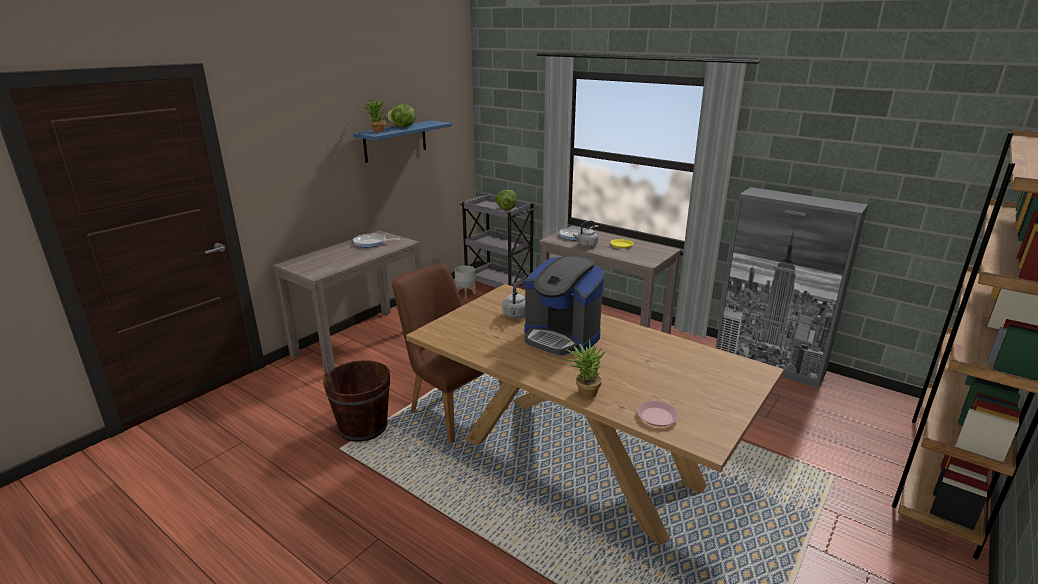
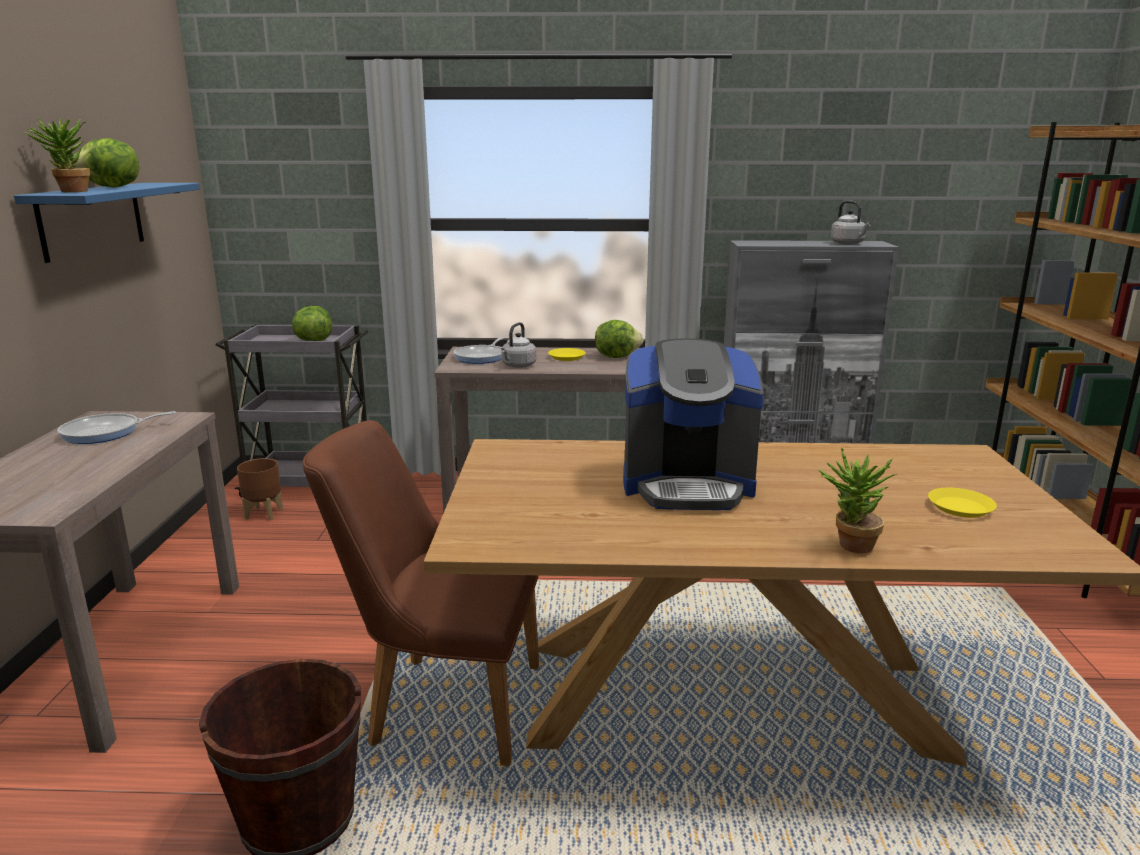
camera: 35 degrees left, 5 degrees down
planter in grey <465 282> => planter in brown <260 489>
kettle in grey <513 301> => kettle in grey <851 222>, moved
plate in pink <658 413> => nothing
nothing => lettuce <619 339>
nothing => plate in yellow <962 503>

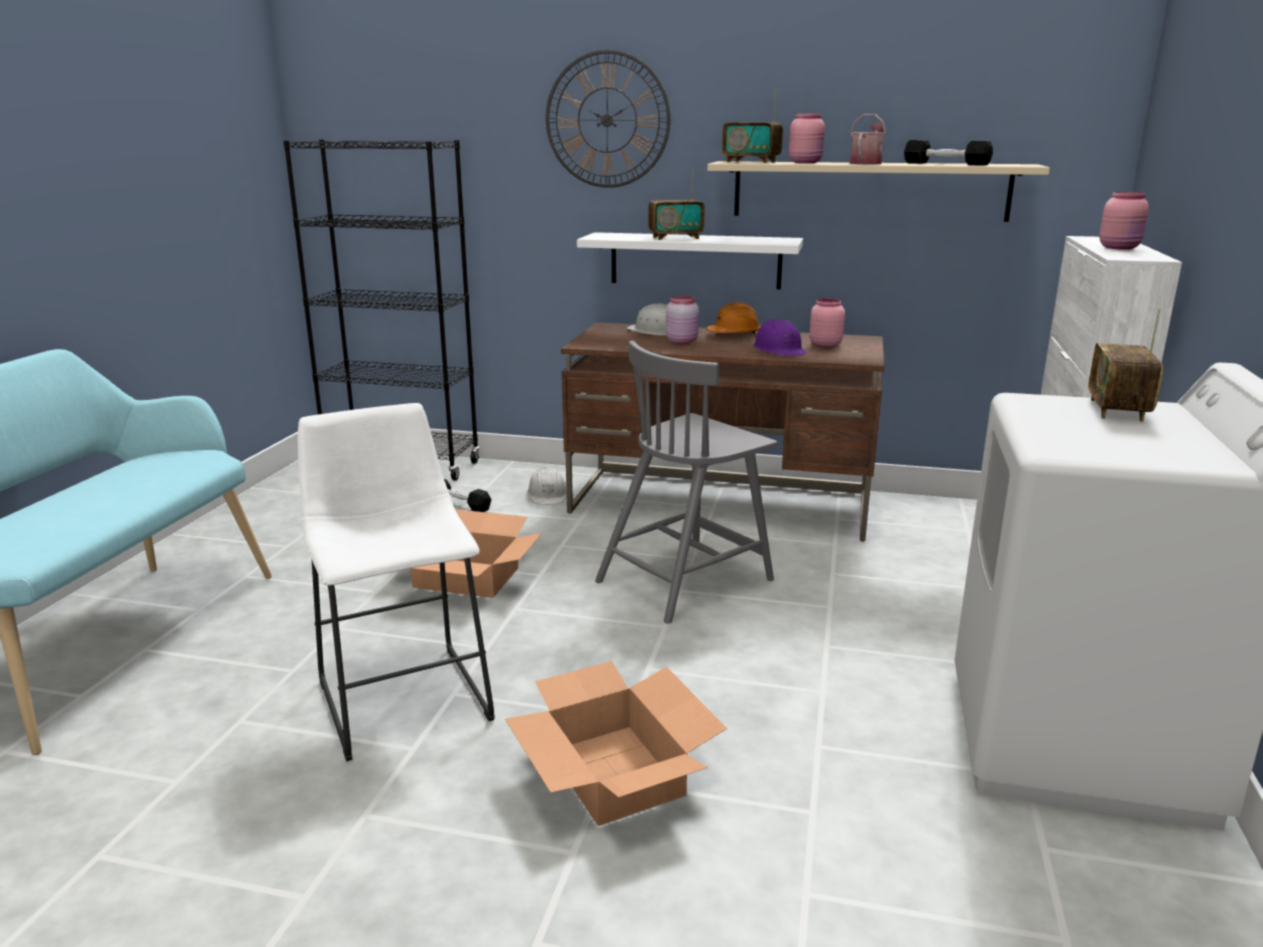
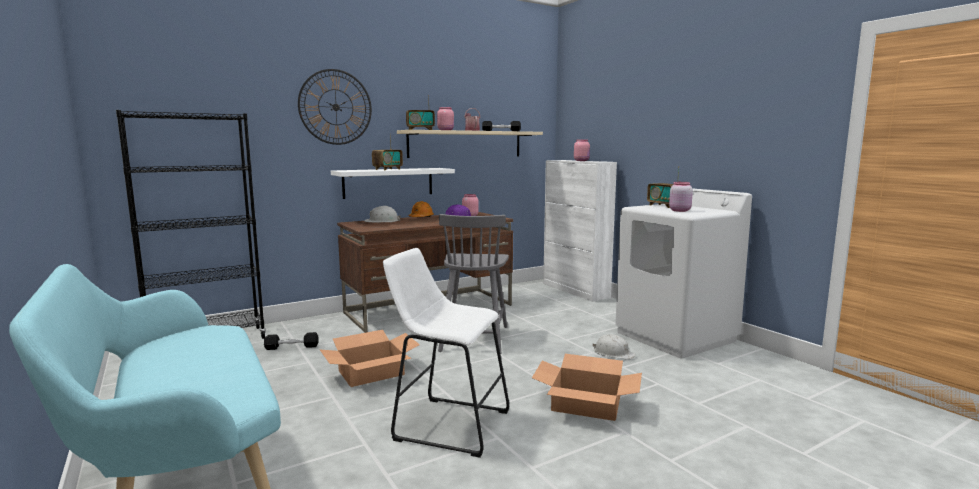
camera: 45 degrees left, 10 degrees down
jar in pink <682 320> => jar in pink <681 197>, moved
hard hat in white <547 486> => hard hat in white <614 347>, moved

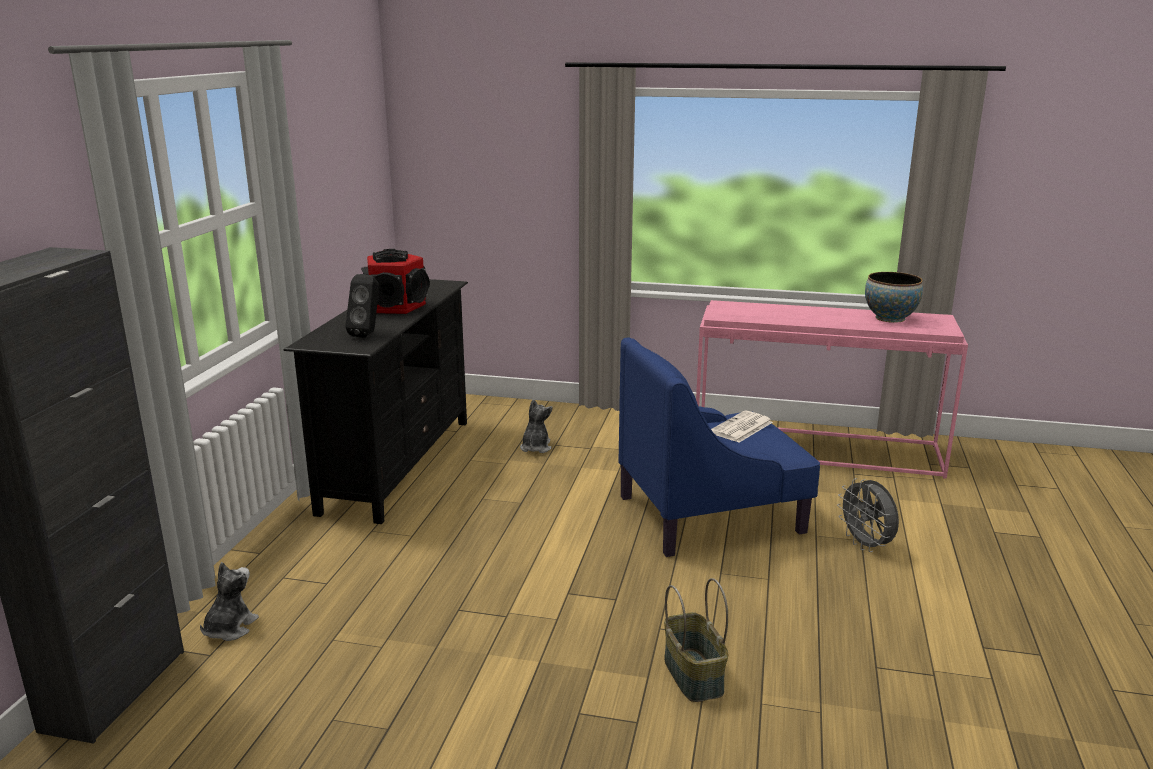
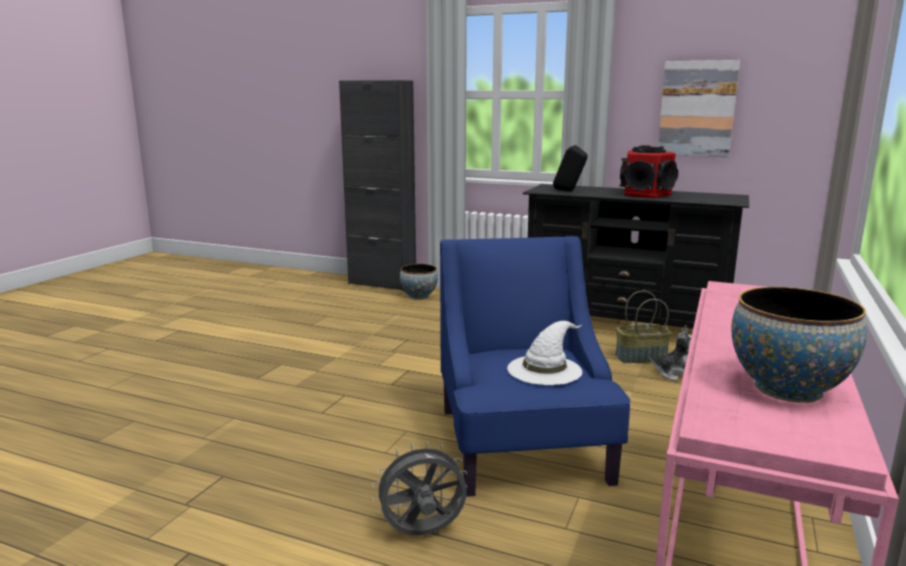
camera: 100 degrees right, 5 degrees down
newspaper <742 427> => hat in white <544 353>
plush toy <229 601> => bowl <419 282>
basket <696 640> => basket <643 327>, moved
nothing => picture <699 108>

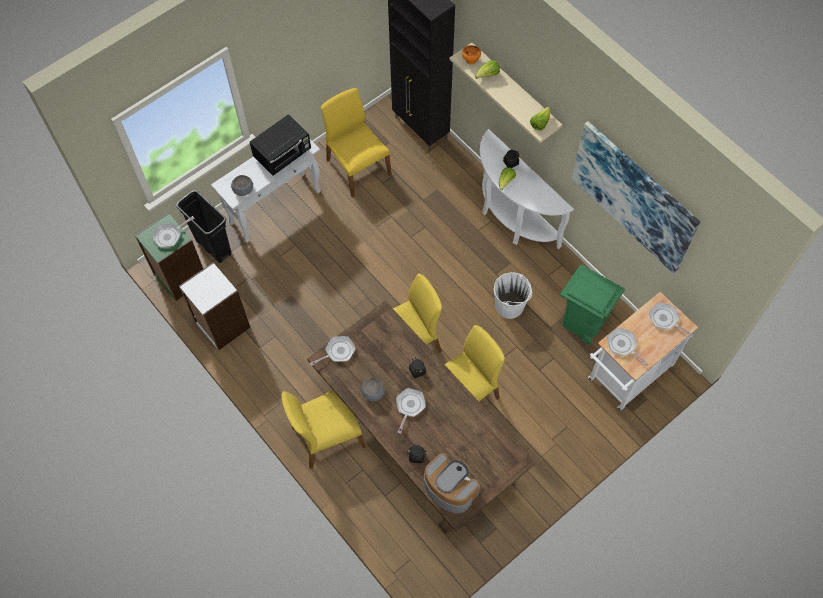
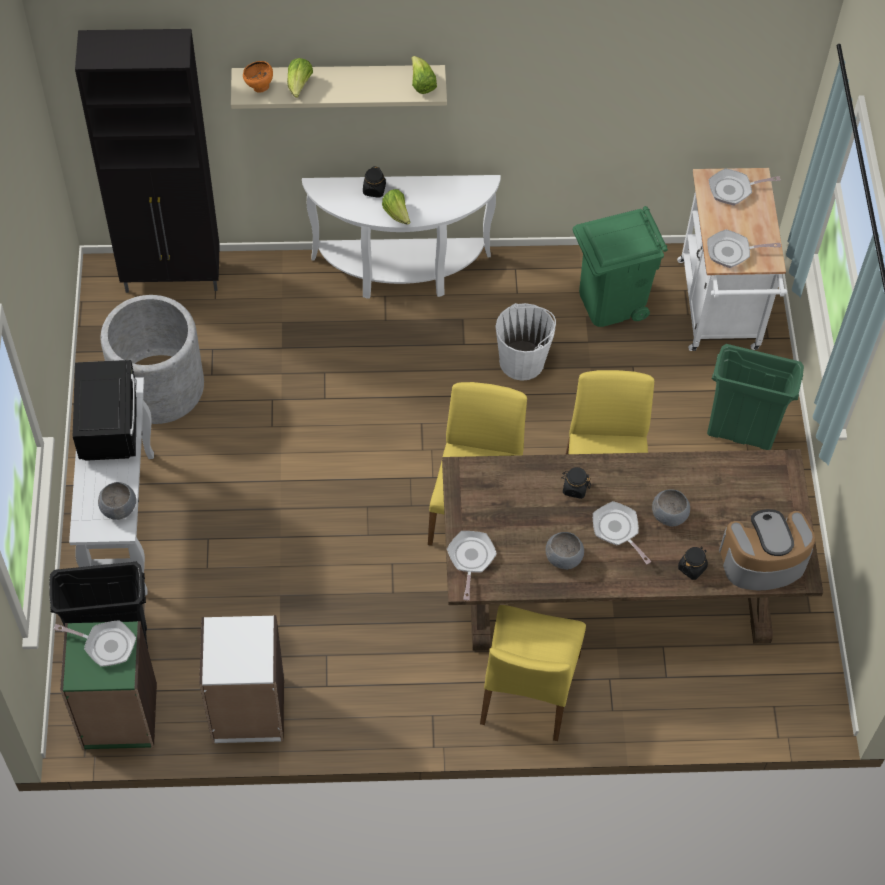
camera: 55 degrees left, 5 degrees down
chair in yellow <356 142> => planter in grey <152 359>
picture <636 197> => nothing
frying pan <173 231> => frying pan <95 643>, 75 degrees counterclockwise
nothing => trash can in green <755 397>
nothing => bowl in grey <671 508>

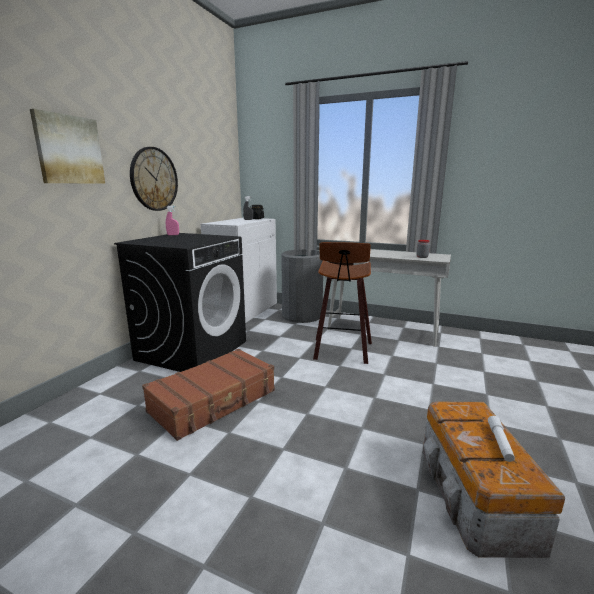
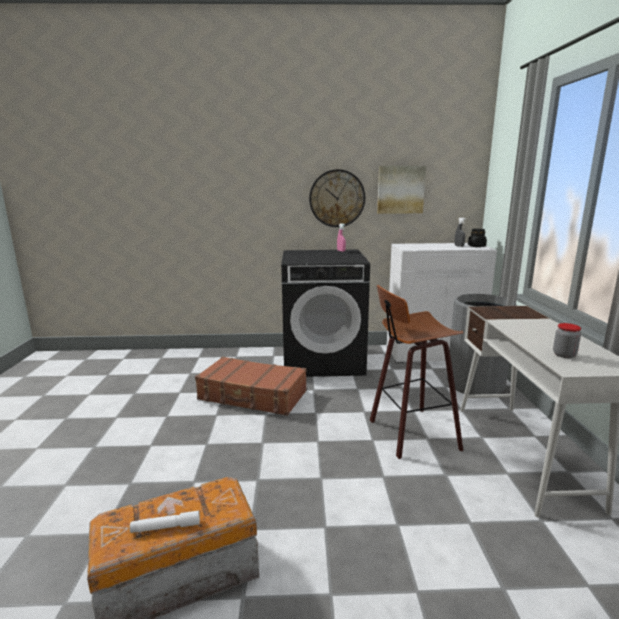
camera: 65 degrees right, 0 degrees up
picture <67 146> => picture <401 190>, moved

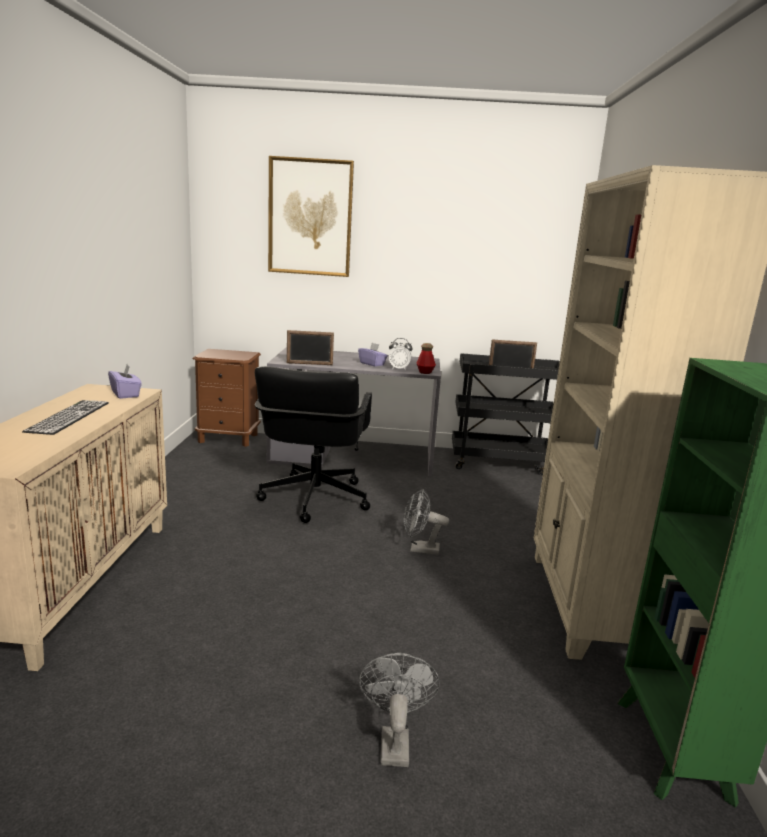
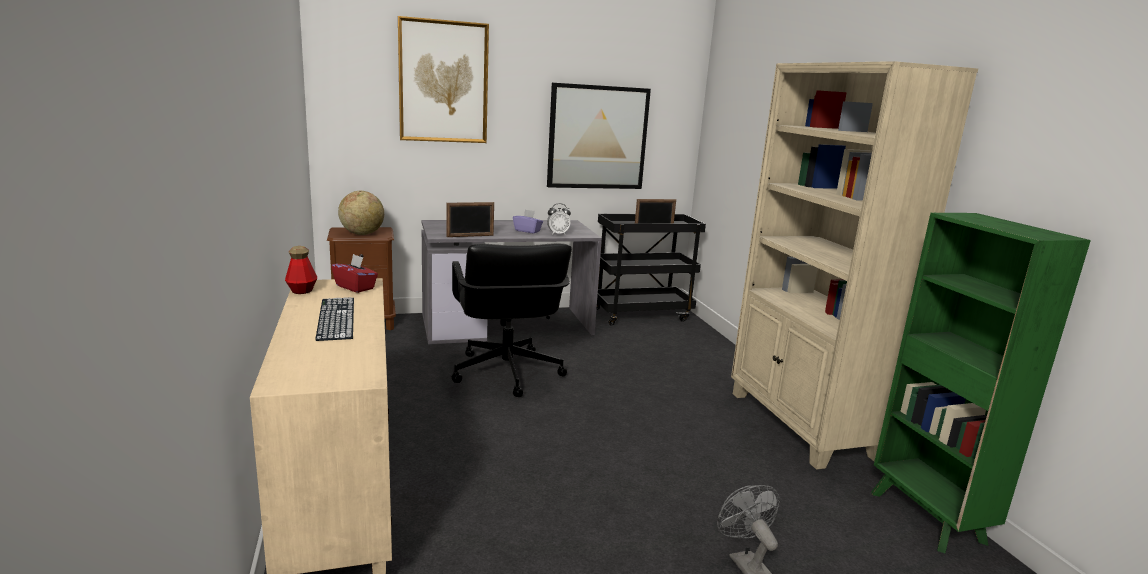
camera: 20 degrees left, 0 degrees up
bottle <426 358> => bottle <301 270>, moved
tissue box in purple <125 382> => tissue box in red <354 273>
fan in grey <426 522> => nothing
nothing => picture <599 136>
nothing => globe <361 213>

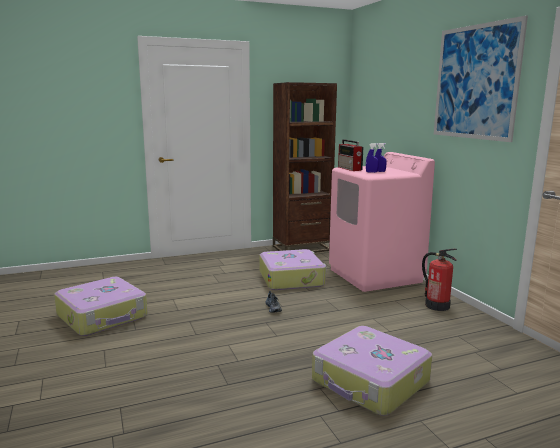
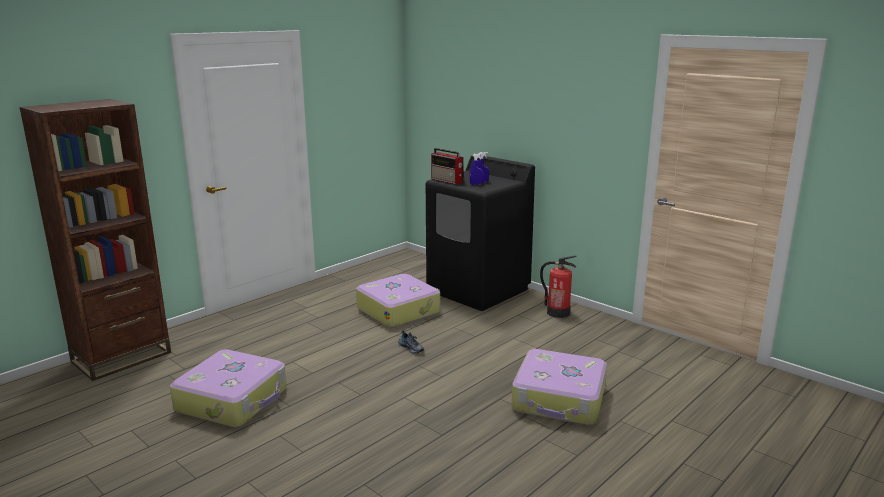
camera: 25 degrees left, 5 degrees up
picture <481 78> => nothing
bookcase in brown <305 167> => bookcase in brown <95 240>, moved
washing machine in pink <382 222> => washing machine in black <480 233>

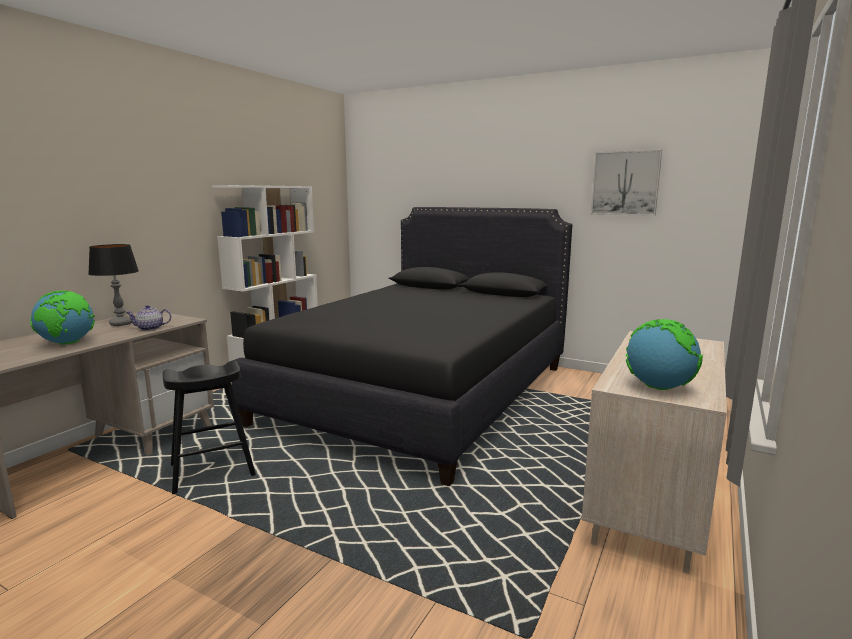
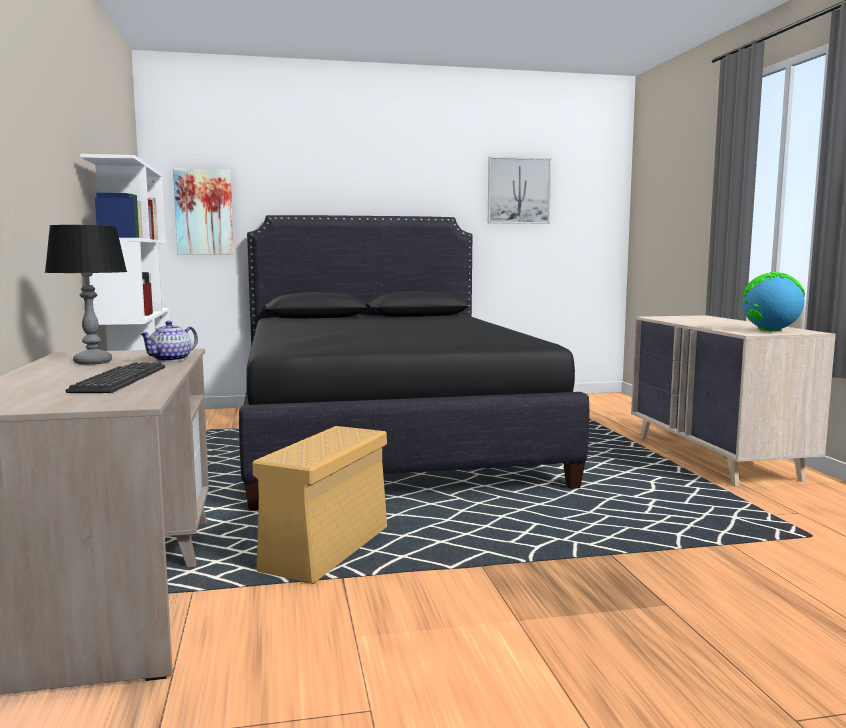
camera: 40 degrees left, 5 degrees down
globe <62 317> => keyboard <115 377>
stool in black <209 427> => storage box in beige <319 505>
nothing => picture <203 211>

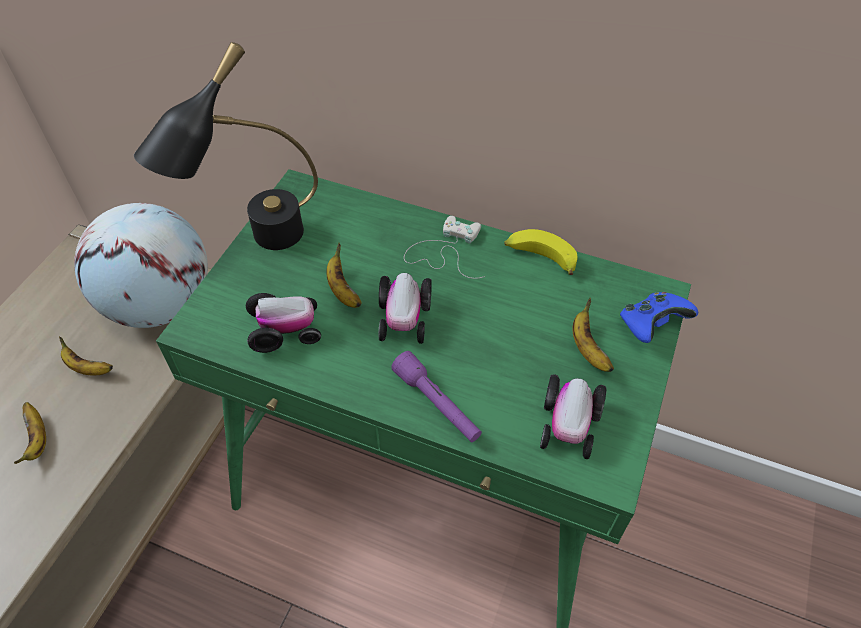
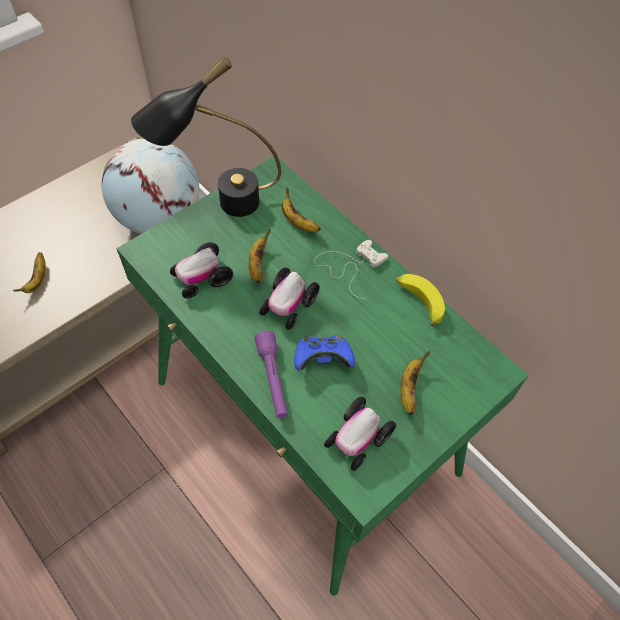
camera: 25 degrees right, 5 degrees up
game controller in blue <659 317> => game controller in blue <324 352>, moved
toy car <283 323> => toy car <201 270>, 135 degrees clockwise
banana <86 356> => banana <301 210>, moved

